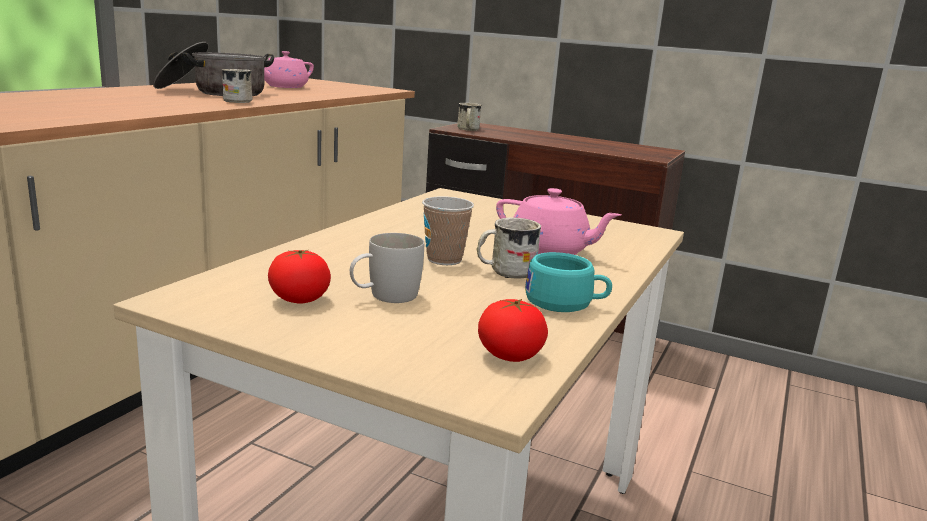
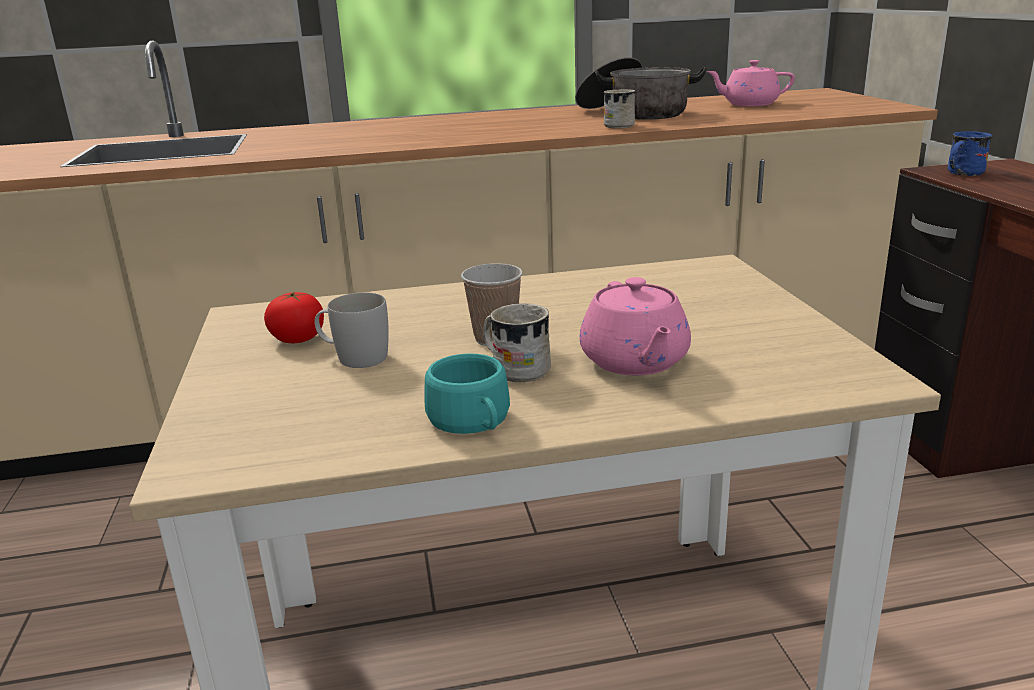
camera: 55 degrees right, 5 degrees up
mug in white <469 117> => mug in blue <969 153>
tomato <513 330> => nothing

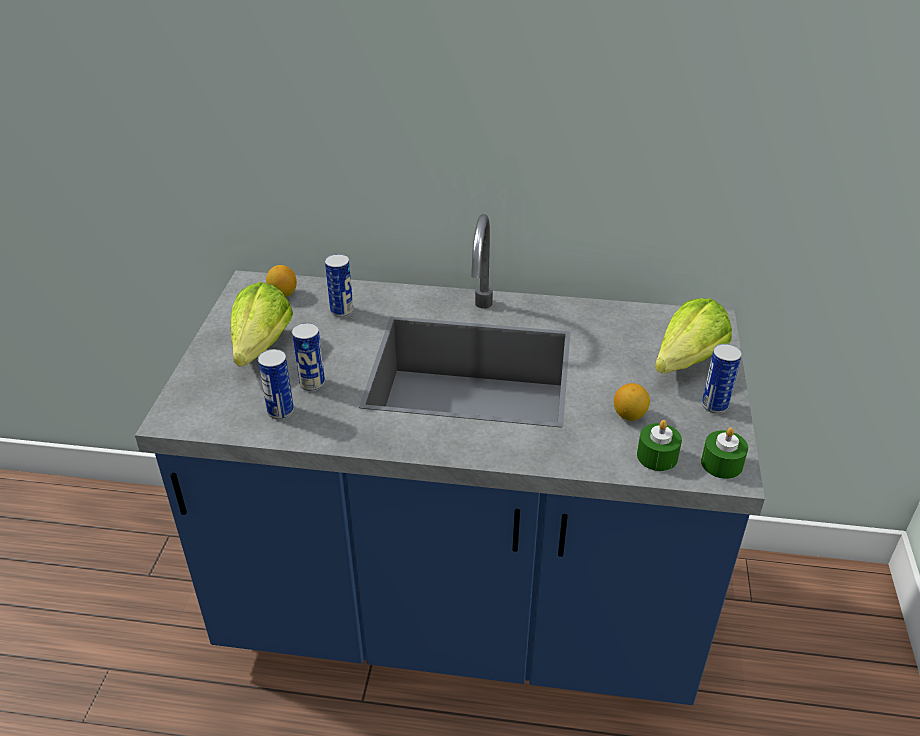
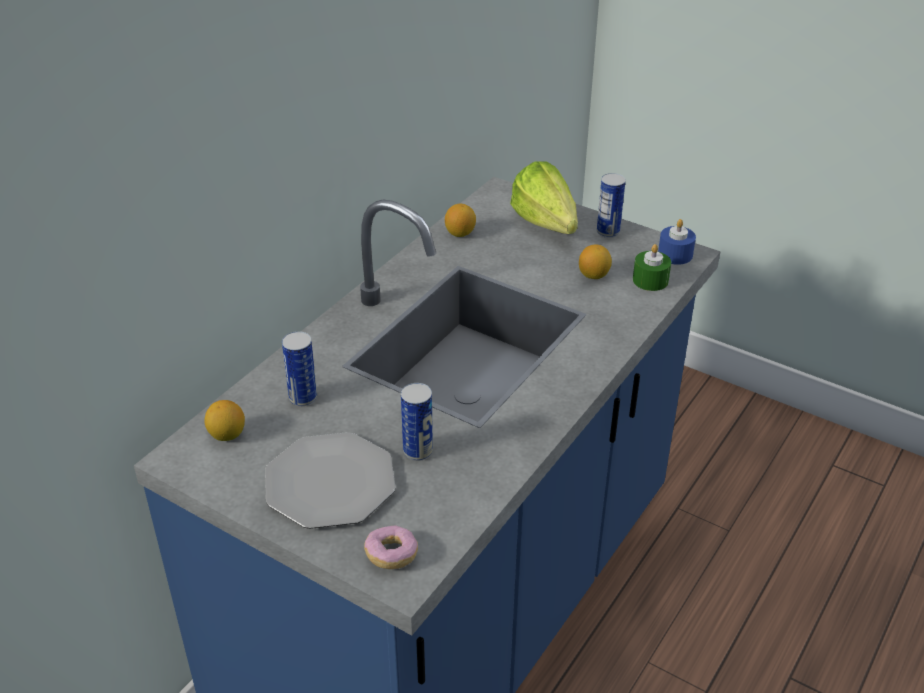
camera: 65 degrees left, 0 degrees up
lettuce <262 324> => plate <330 480>
can <276 384> => nothing
candle in green <724 453> => candle in blue <677 242>
nothing => lemon <460 220>
nothing => donut <391 547>

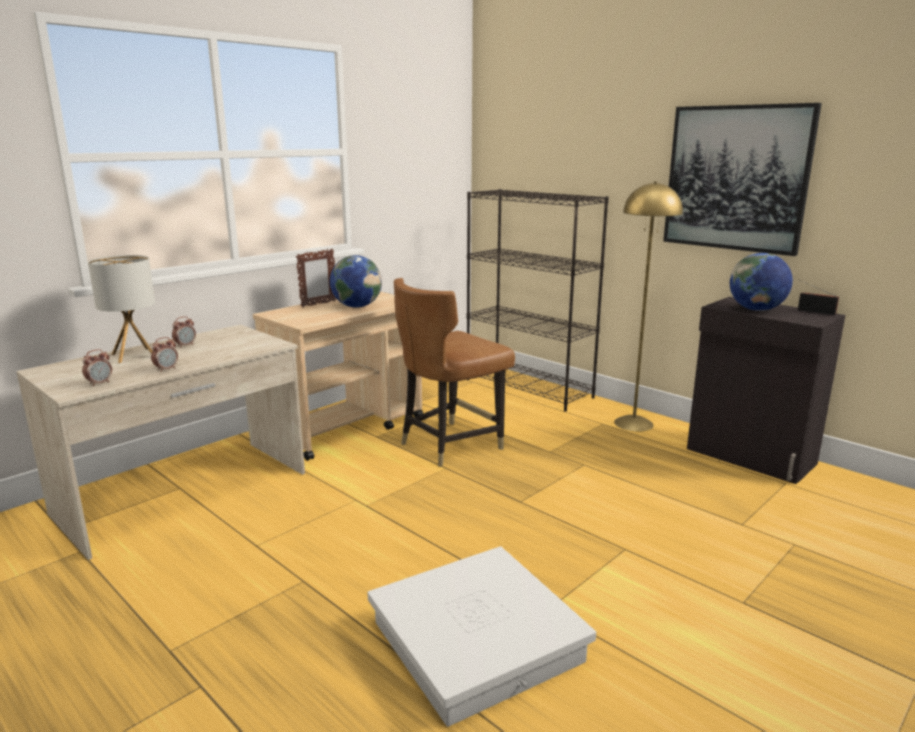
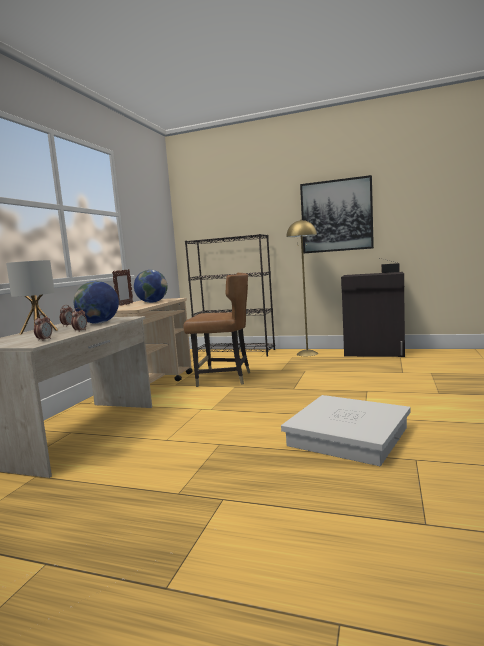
camera: 25 degrees left, 10 degrees down
globe <761 282> => globe <96 302>, moved
chair in brown <454 372> => chair in brown <217 330>, 105 degrees counterclockwise

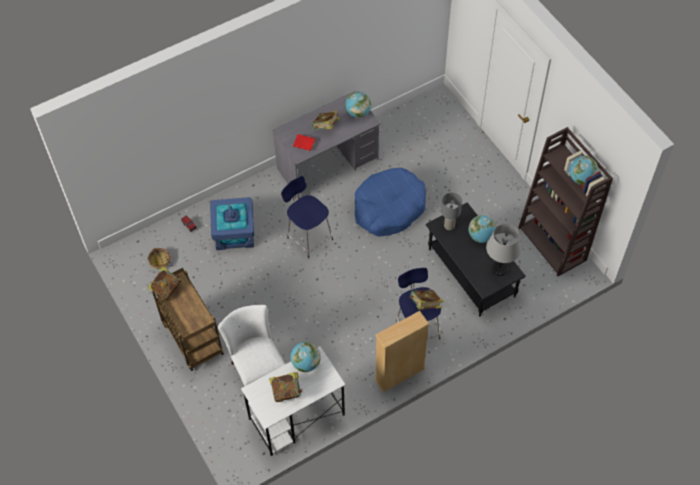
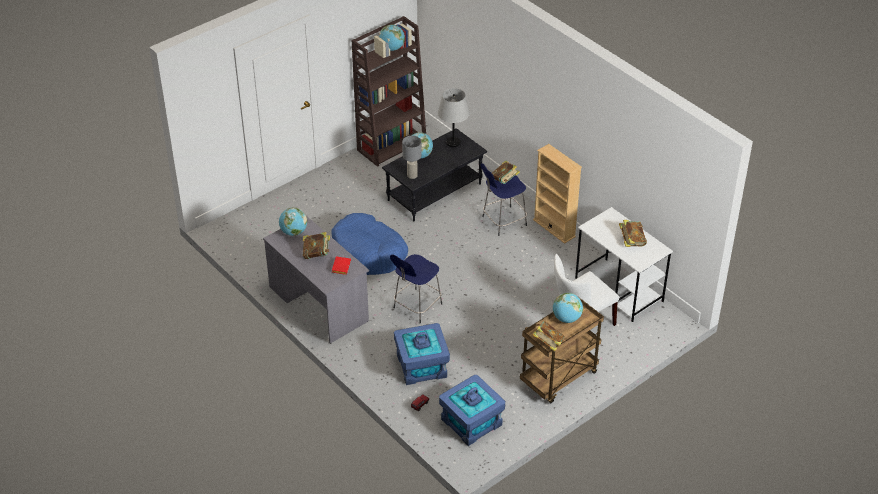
camera: 100 degrees left, 15 degrees down
basket <159 258> => storage box in blue <472 410>
globe <305 357> => globe <568 308>, moved

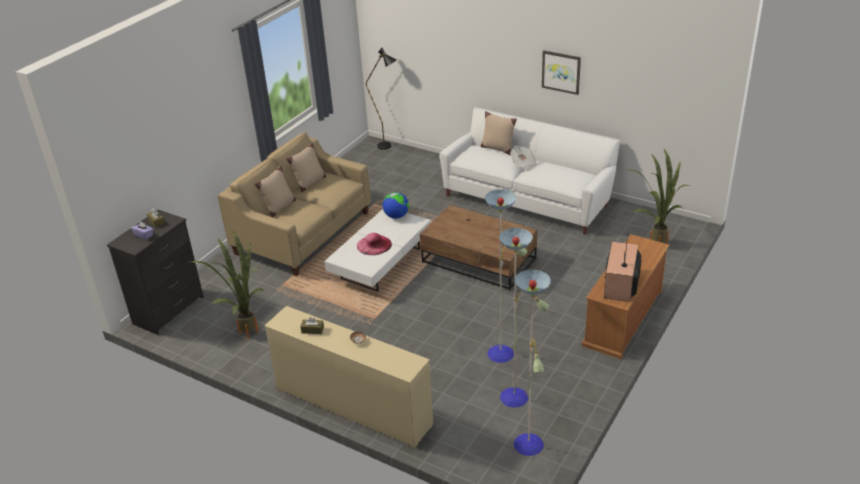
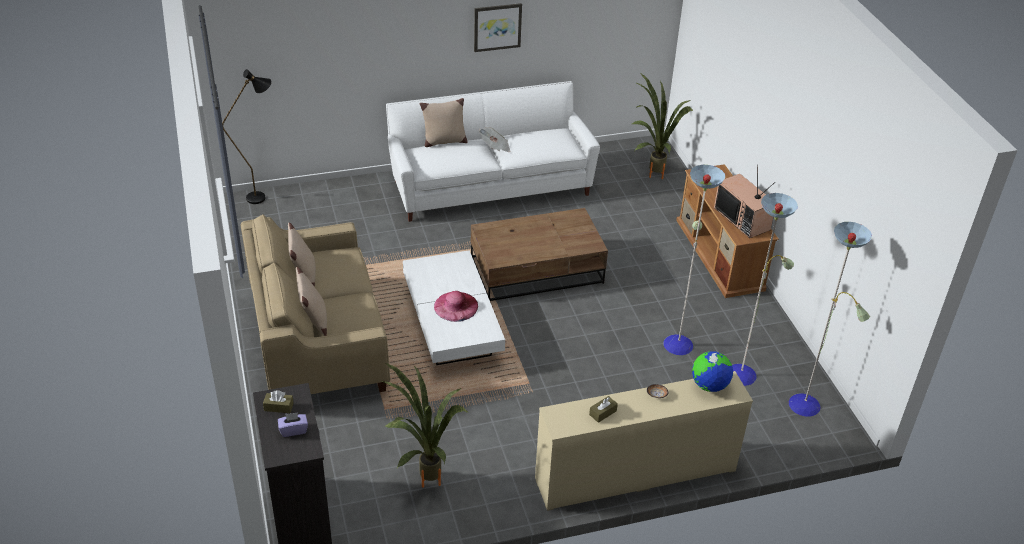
camera: 50 degrees left, 5 degrees up
globe <396 205> => globe <712 371>, moved

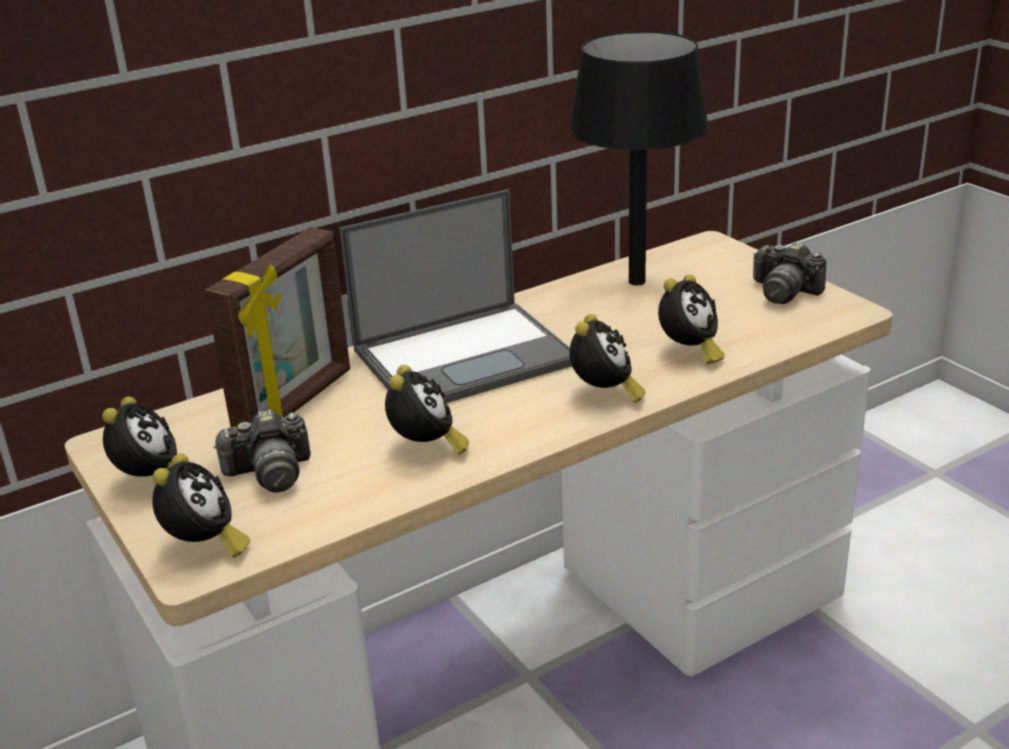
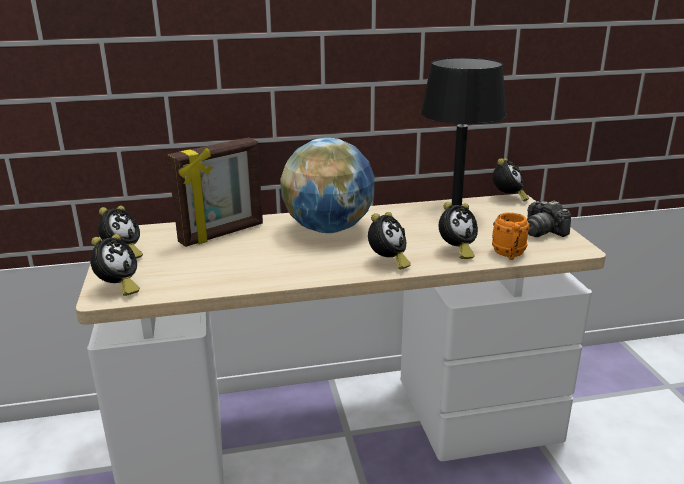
camera: 20 degrees right, 5 degrees down
laptop <455 296> => globe <327 185>
alarm clock <427 410> => alarm clock <511 180>, moved
photo camera <262 451> => nothing
nothing => mug in orange <511 236>

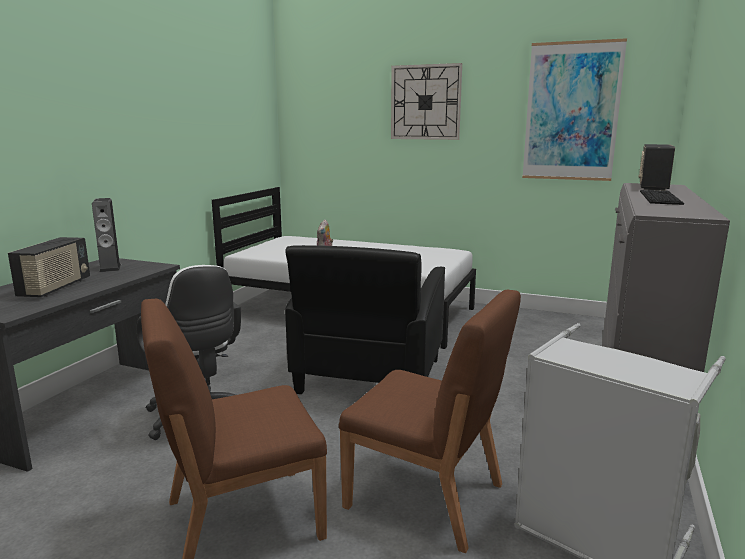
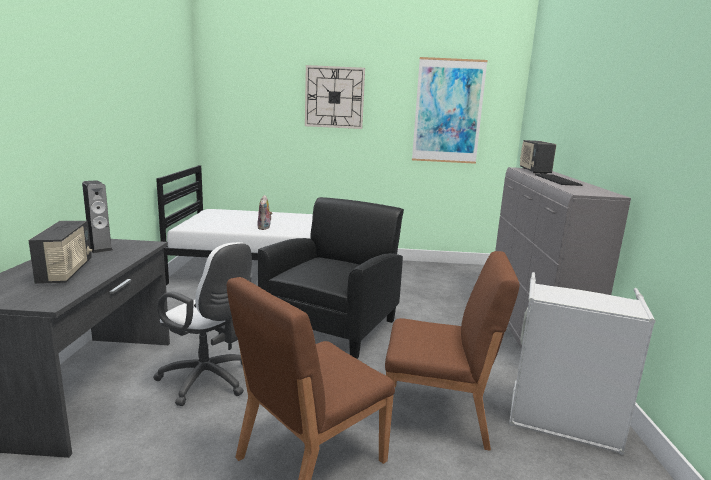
camera: 20 degrees left, 0 degrees up
armchair in black <365 319> => armchair in black <331 278>, 150 degrees counterclockwise

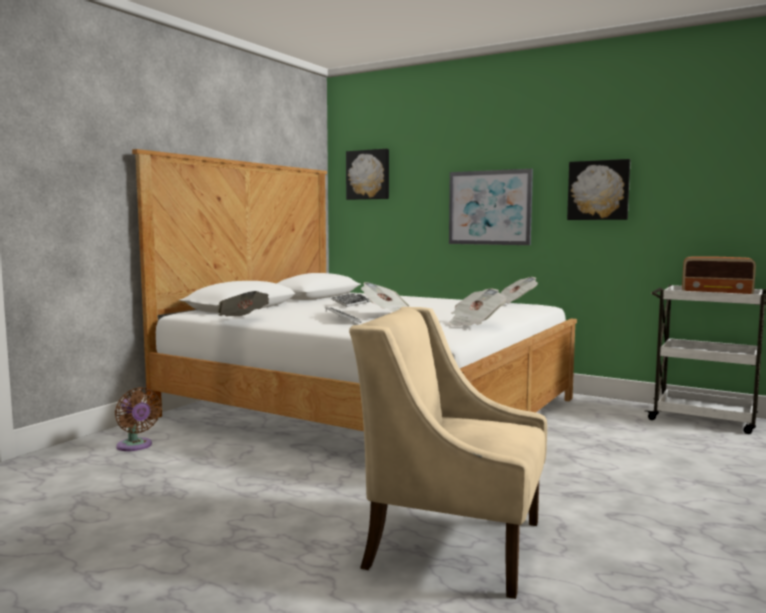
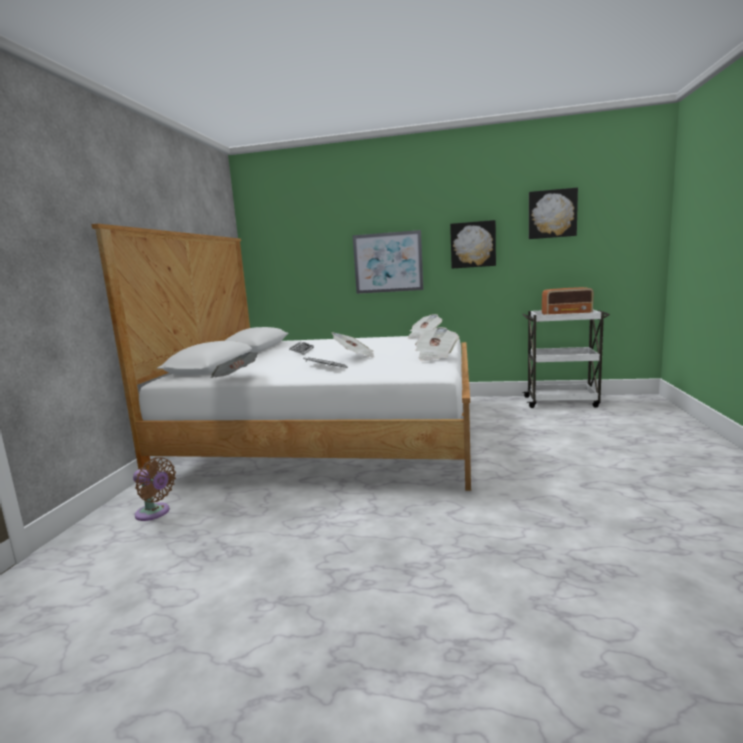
camera: 20 degrees left, 5 degrees up
picture <367 174> => picture <553 213>, moved
armchair in beige <448 453> => nothing

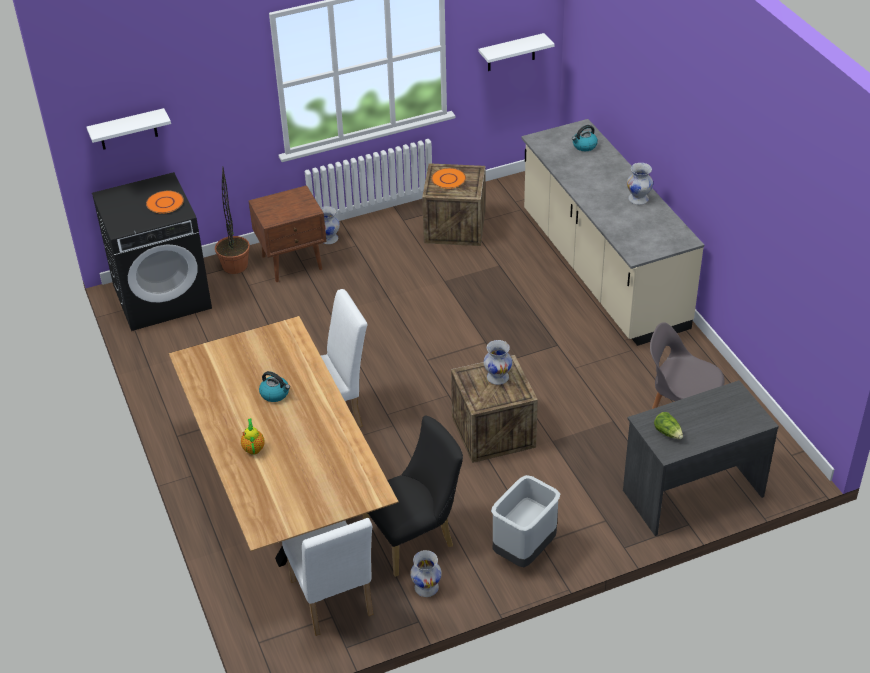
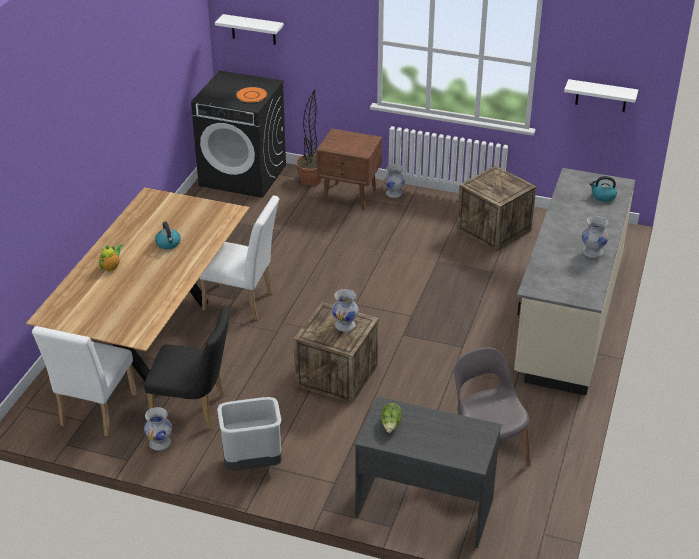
camera: 40 degrees right, 5 degrees down
plate in orange <448 178> => nothing

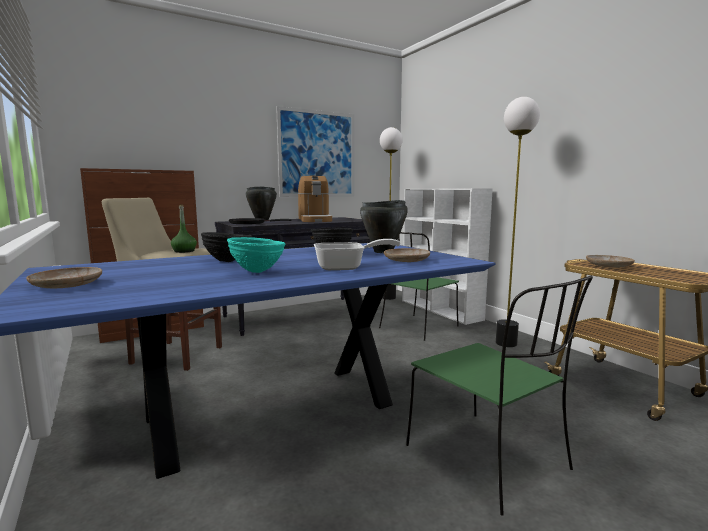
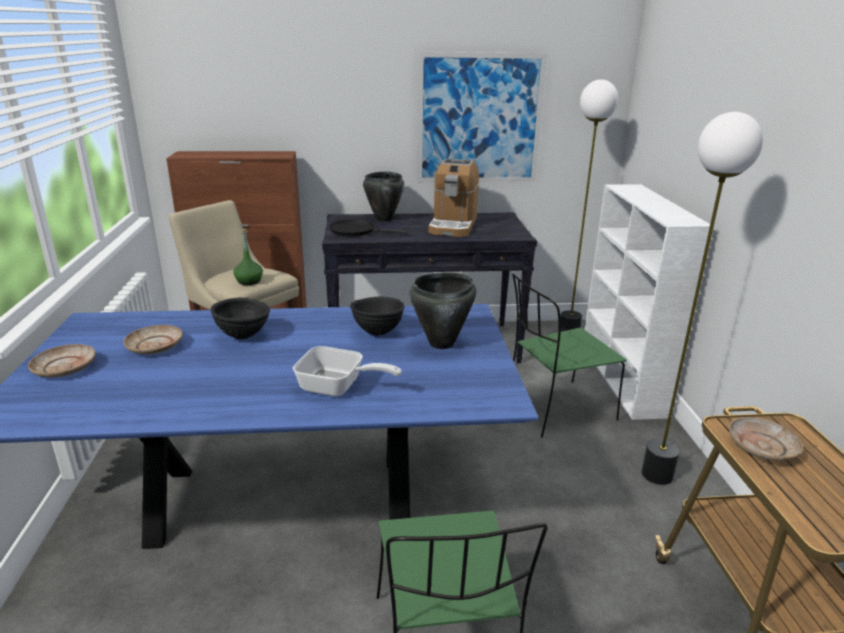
camera: 25 degrees right, 15 degrees up
bowl in turquoise <256 255> => nothing
plate in beige <407 255> => plate in beige <153 339>, moved

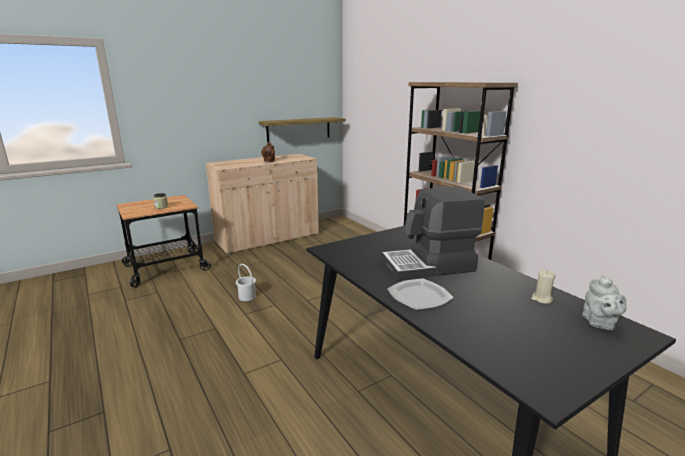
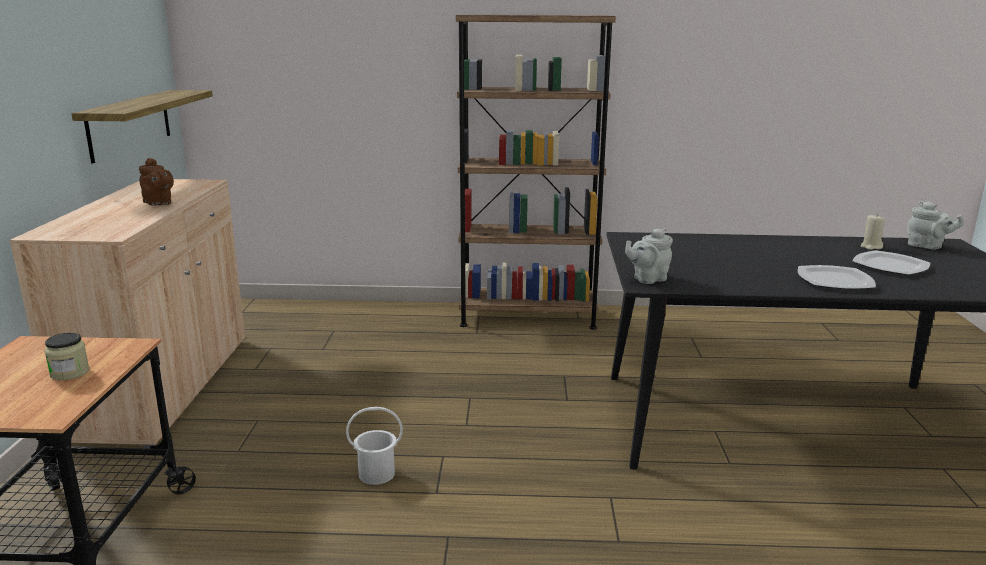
camera: 55 degrees left, 0 degrees up
coffee machine <433 233> => nothing
nothing => teapot in grey <649 256>
nothing => plate <891 262>

